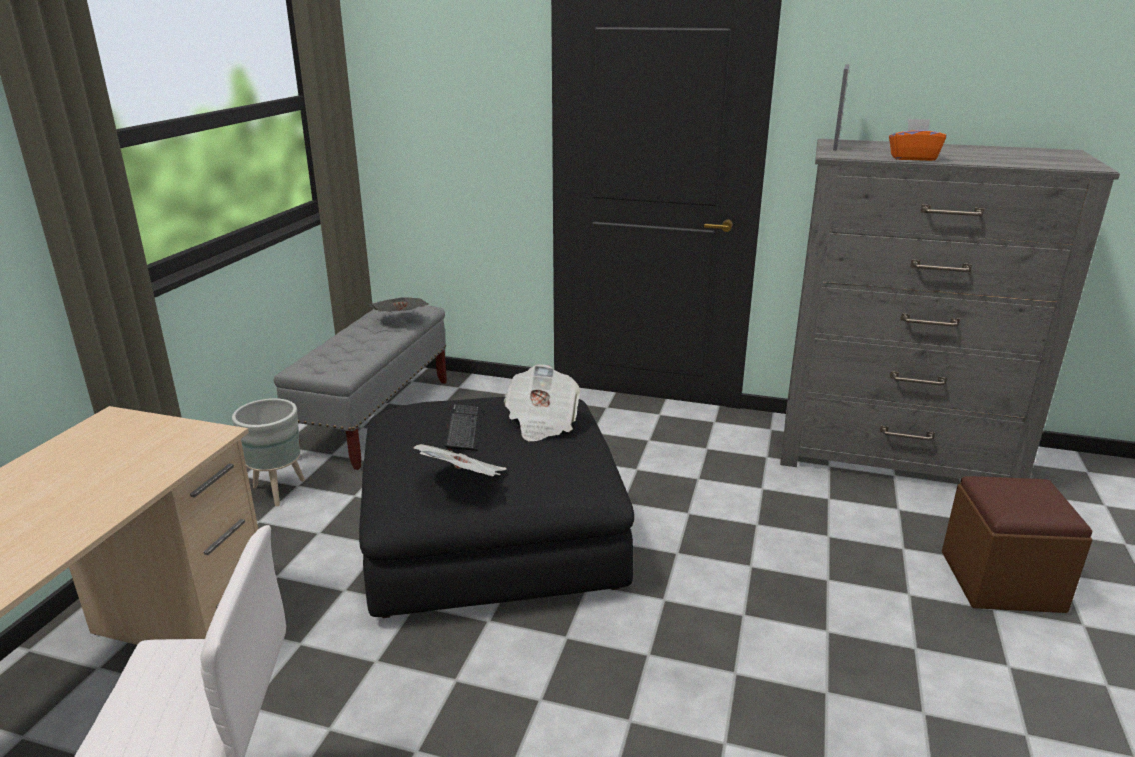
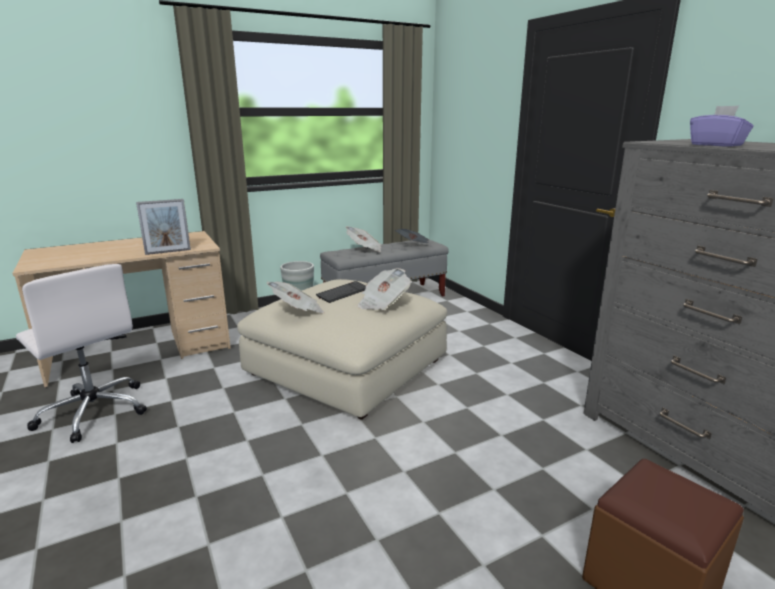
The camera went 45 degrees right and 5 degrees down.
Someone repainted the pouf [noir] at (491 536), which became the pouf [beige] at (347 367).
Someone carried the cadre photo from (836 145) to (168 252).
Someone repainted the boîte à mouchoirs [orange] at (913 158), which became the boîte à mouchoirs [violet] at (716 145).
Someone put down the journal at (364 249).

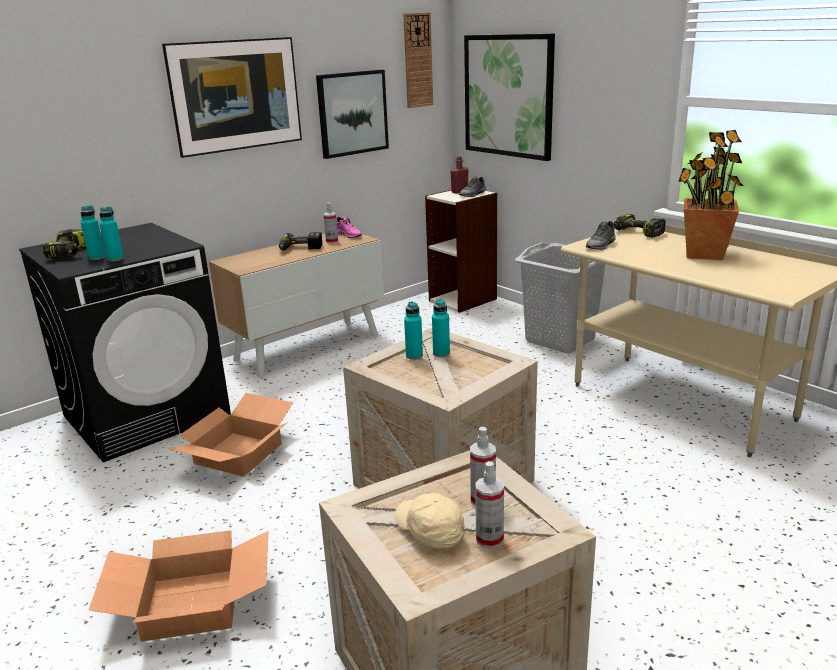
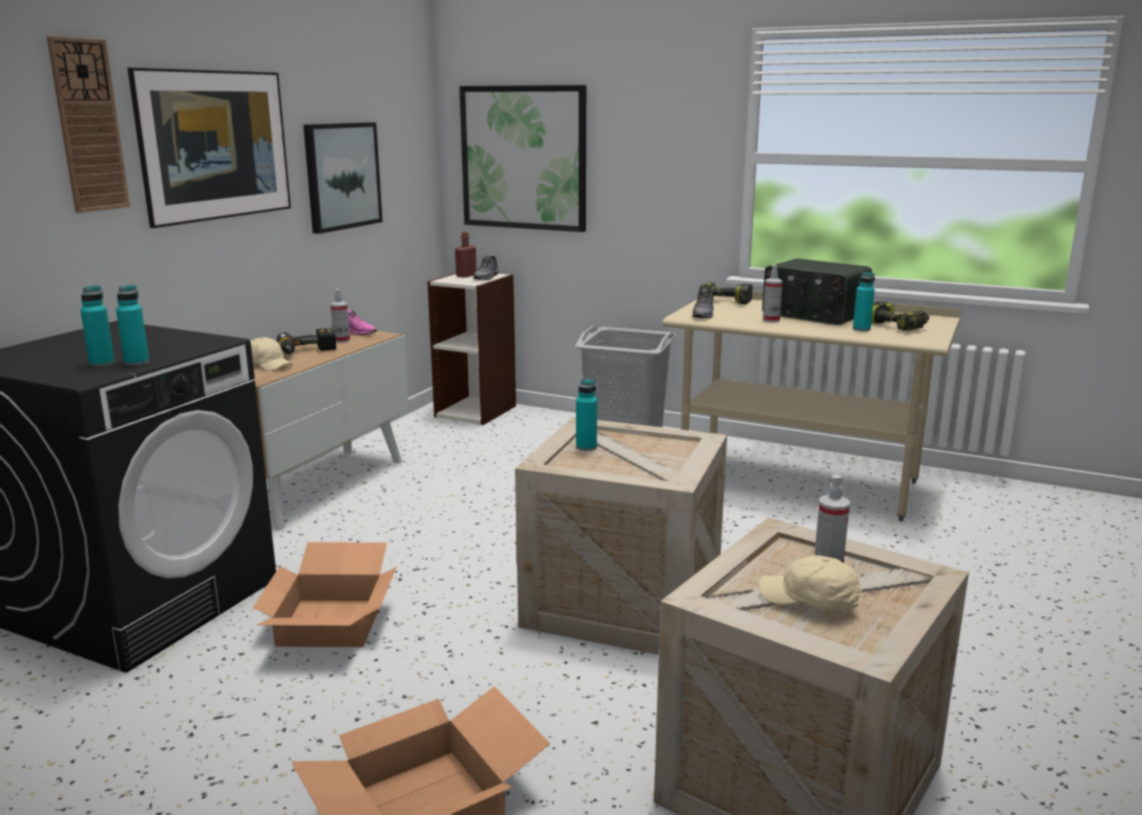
The camera went 25 degrees left and 5 degrees down.
Someone carried the perceuse from (70 253) to (896 326).
Someone carried the horloge murale from (417 60) to (88 126).
Someone carried the bouteille [turquoise] from (441 353) to (861 329).
Someone carried the vaporisateur from (489 539) to (771 320).
Someone swapped the plante en pot at (703 254) for the radio at (813 315).
Someone put down the casquette [beige] at (269 365).

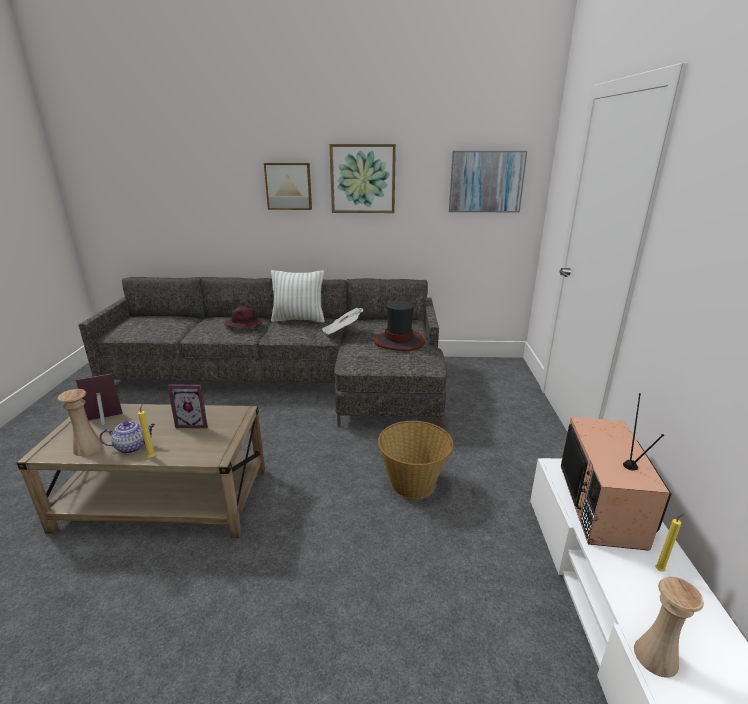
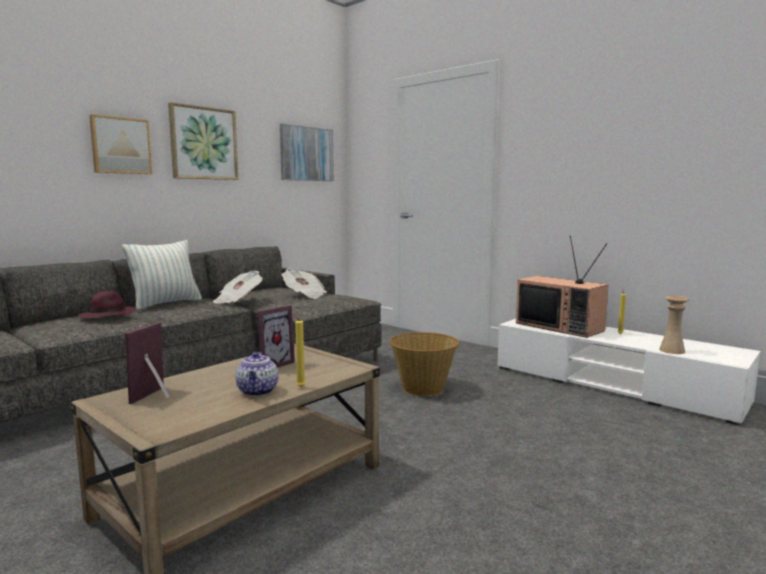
The camera went 50 degrees left and 15 degrees down.
Someone took away the vase [beige] at (88 447).
Someone rotated the théière at (132 447) by 150 degrees clockwise.
Someone swapped the chapeau at (399 341) for the journal at (304 295).

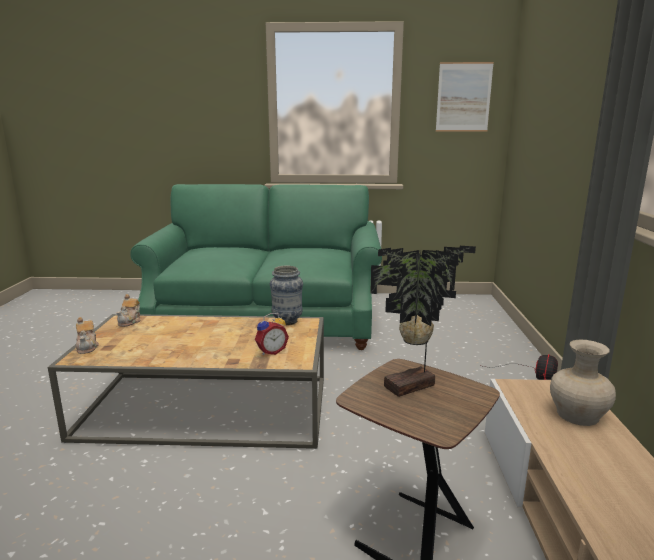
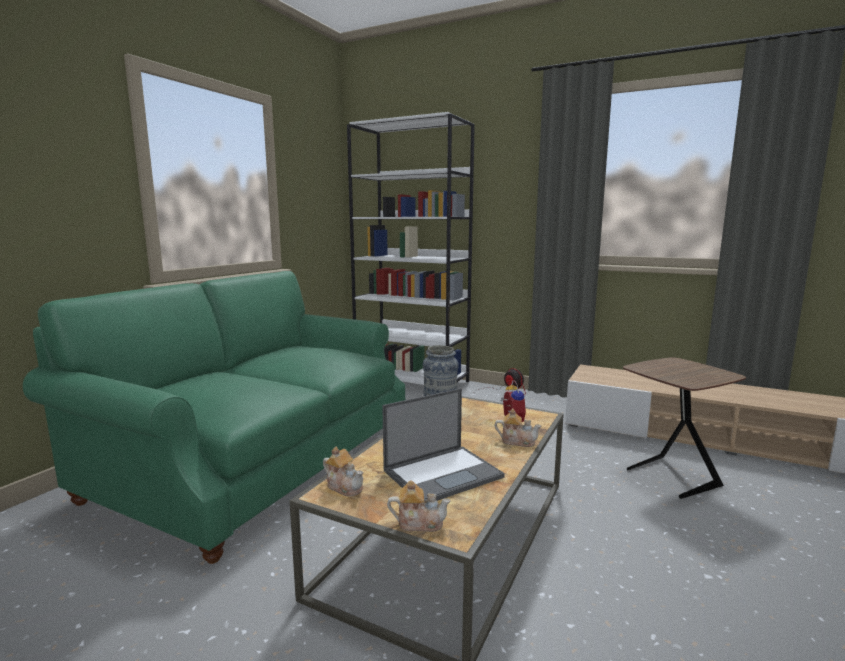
The camera went 65 degrees left and 5 degrees down.
Someone took away the plante en pot at (412 387).
Someone took away the tableau at (463 97).
Someone took away the vase [beige] at (577 414).
Someone put down the bibliothèque [blanc] at (412 381).
Someone put down the ordinateur portable at (443 473).
Someone put down the théière at (517 441).

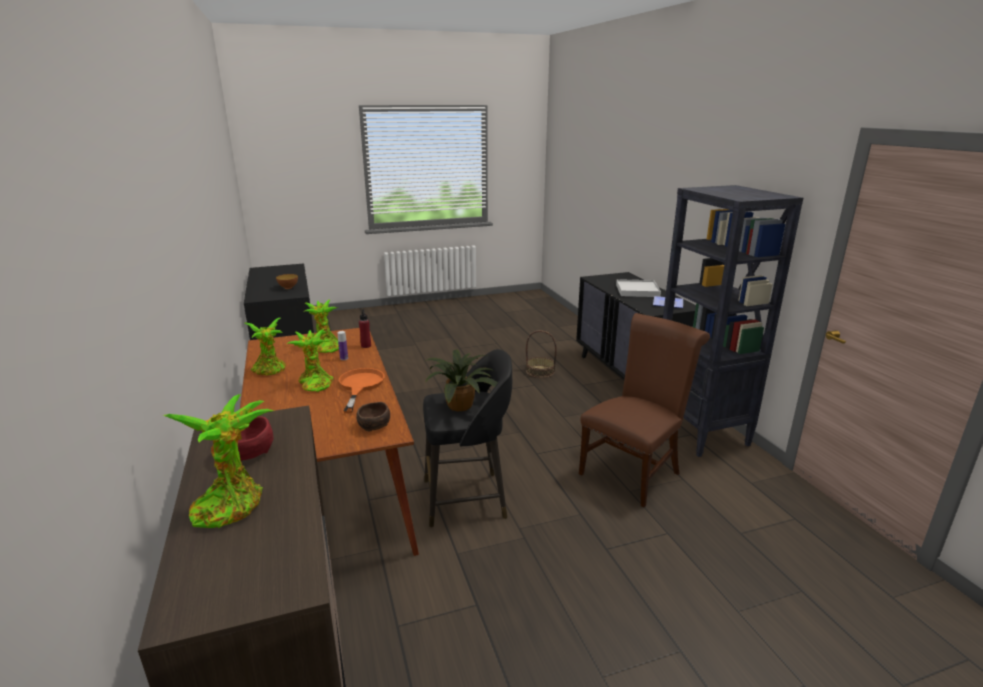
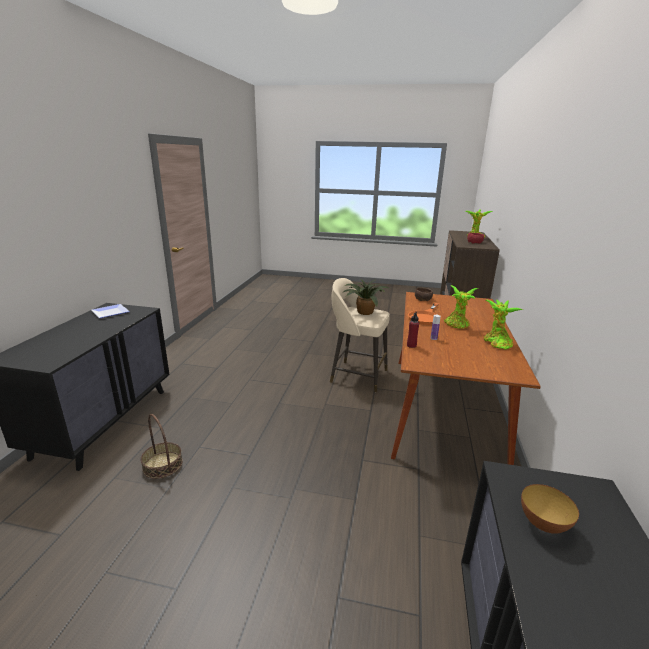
The camera went 150 degrees left and 0 degrees up.
Someone took away the plante en pot at (325 347).
Someone repainted the tabouret [noir] at (467 498), which became the tabouret [beige] at (357 375).
Someone took away the chaise [marron] at (633 471).
Someone took away the plateau [blanc] at (637 290).
Someone took away the bibliothèque [noir] at (699 431).

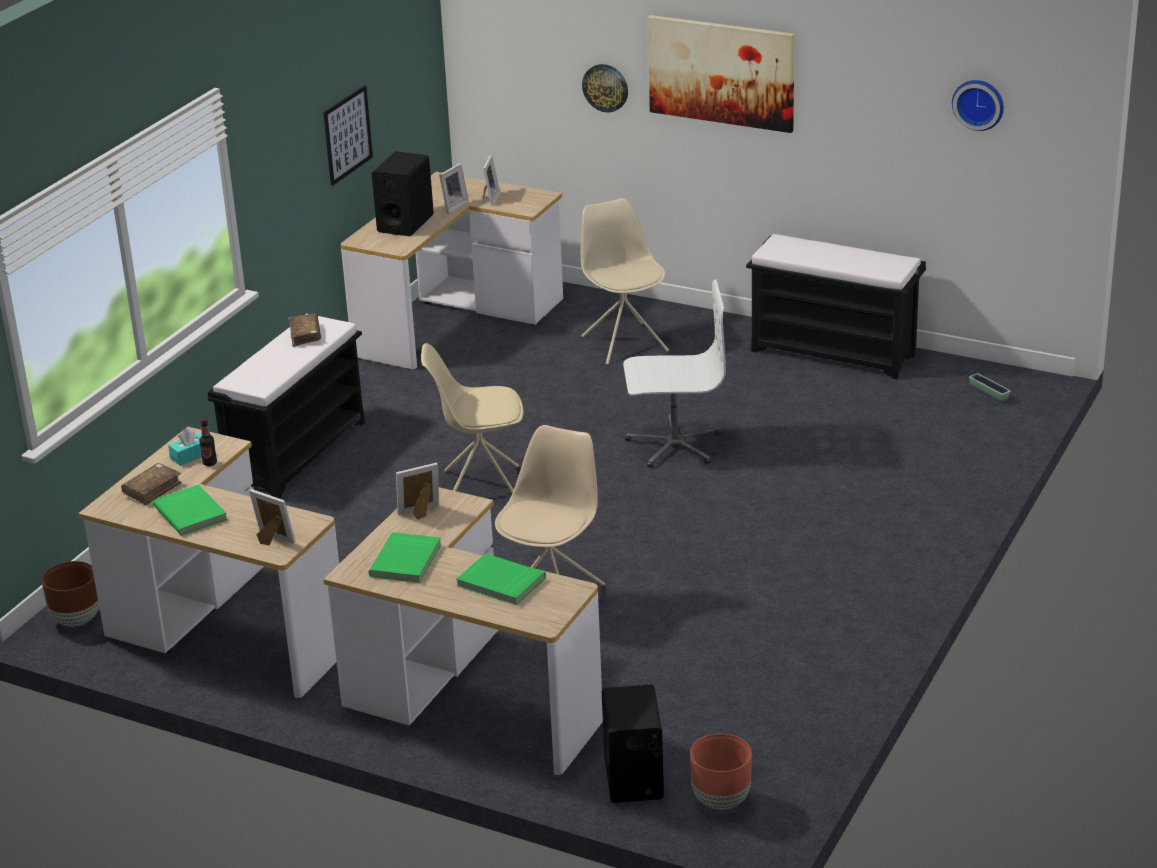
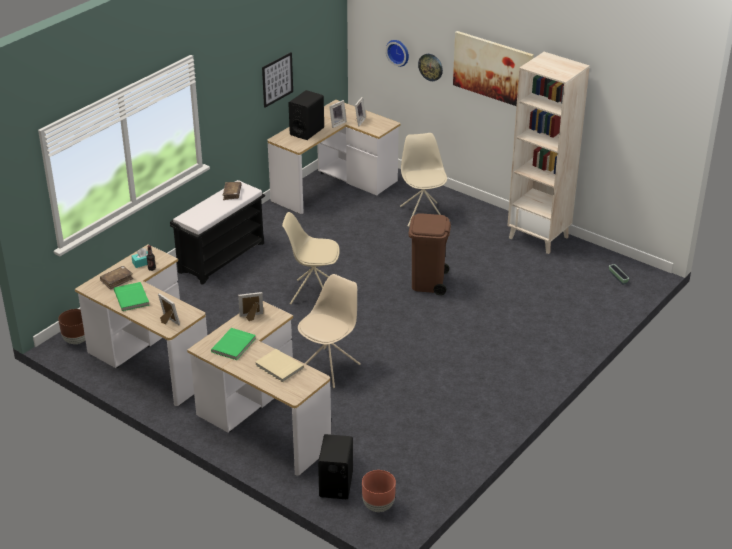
The camera went 10 degrees right and 5 degrees up.
Someone repainted the livre [vert] at (500 583), which became the livre [beige] at (278 367).
Someone swapped the chaise de bureau [blanc] at (674 445) for the poubelle [marron] at (428 283).
Someone swapped the banc [noir] at (835 352) for the bibliothèque [beige] at (539 237).
Someone carried the horloge murale from (979 103) to (398 52).

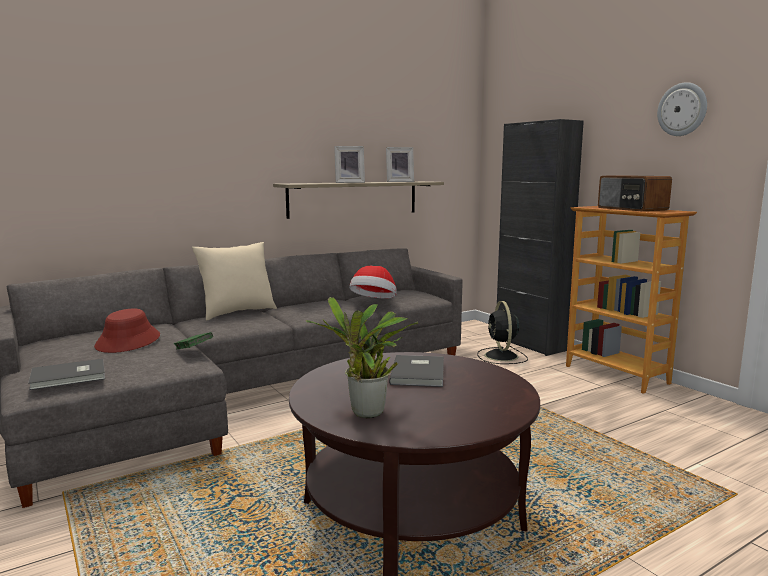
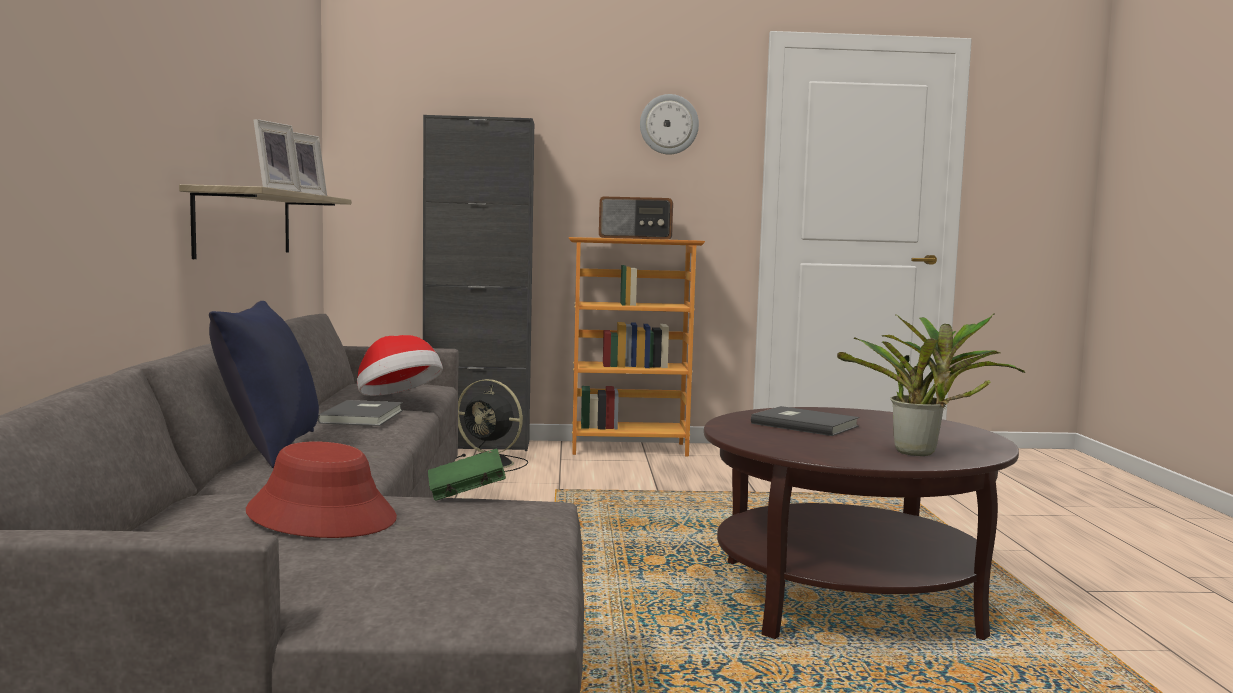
The camera went 60 degrees left and 5 degrees down.
Someone carried the livre [gris] from (69 377) to (365 416).
Someone repainted the coussin [beige] at (237 312), which became the coussin [bleu] at (268 450).

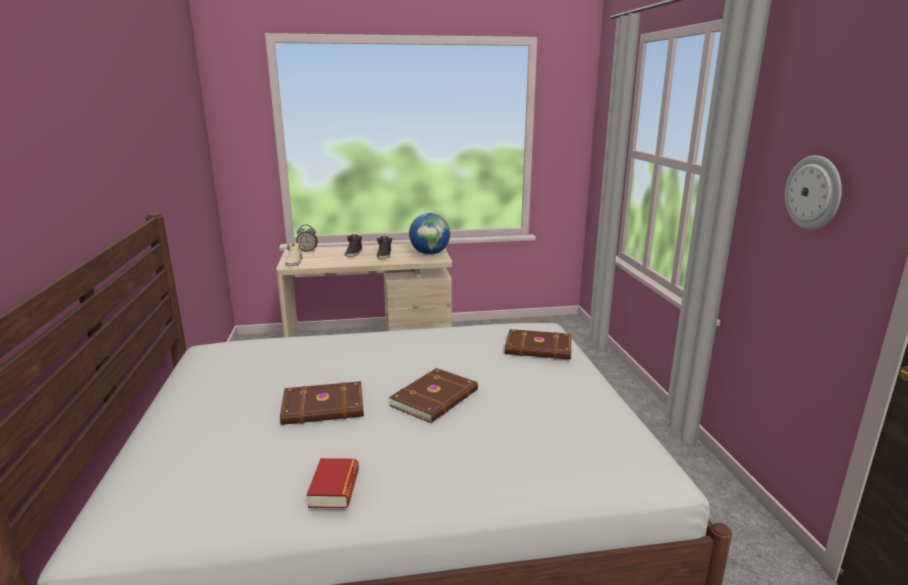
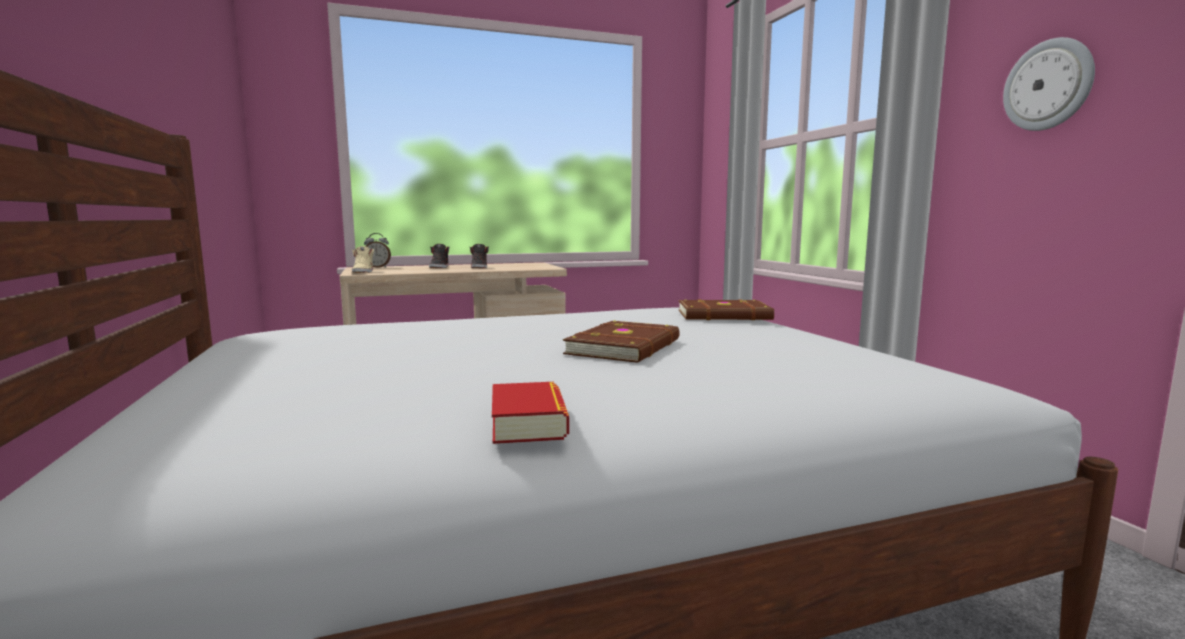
The camera went 10 degrees left and 10 degrees down.
Someone took away the livre [marron] at (324 408).
Someone took away the globe at (430 253).

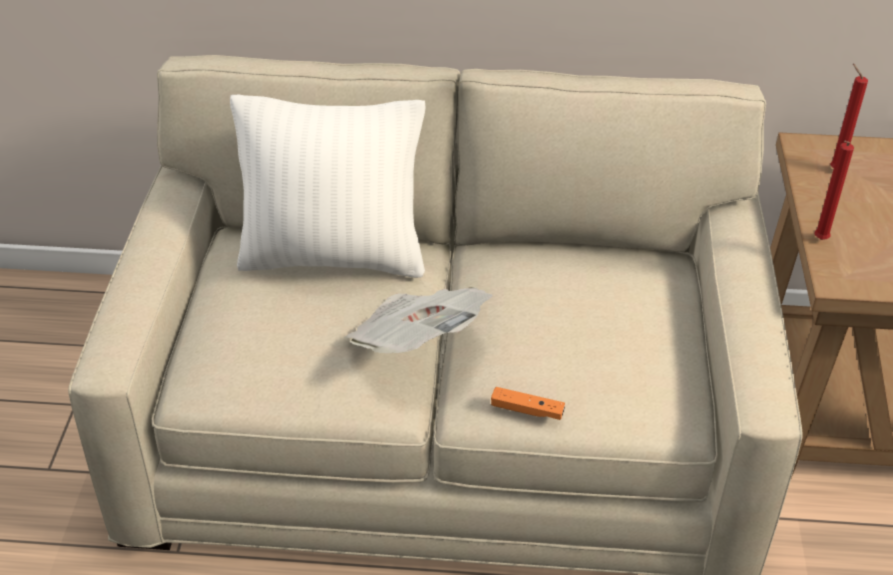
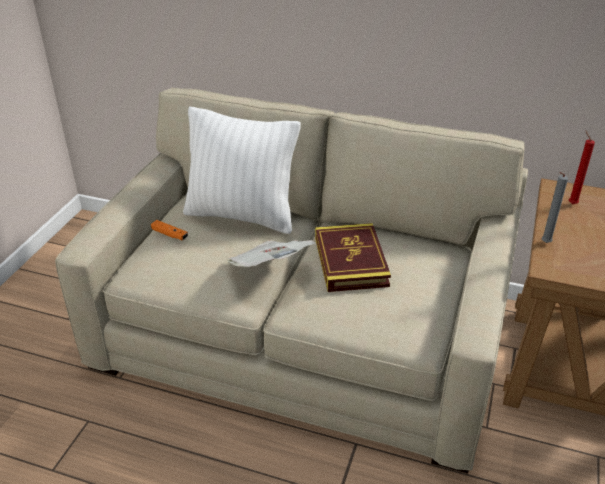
The camera went 15 degrees right and 5 degrees down.
Someone carried the manette [orange] from (527 410) to (169 234).
Someone repainted the bougie [rouge] at (819 240), which became the bougie [gris] at (544 243).
Someone put down the livre at (350 261).

